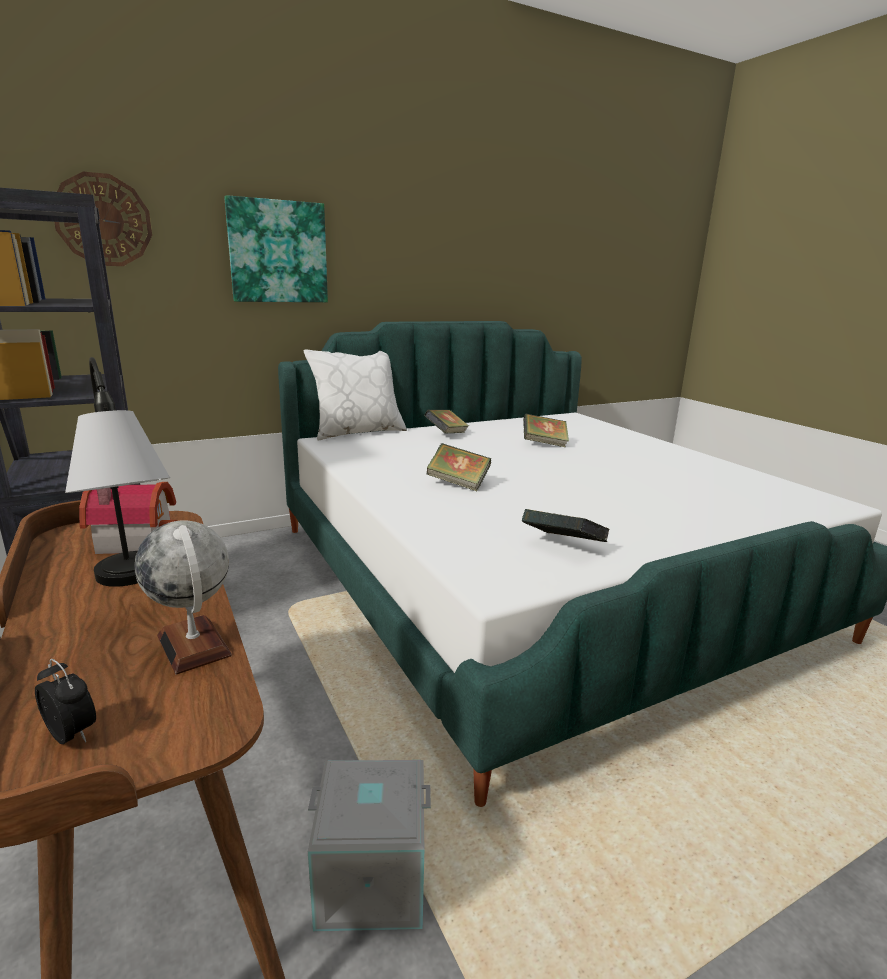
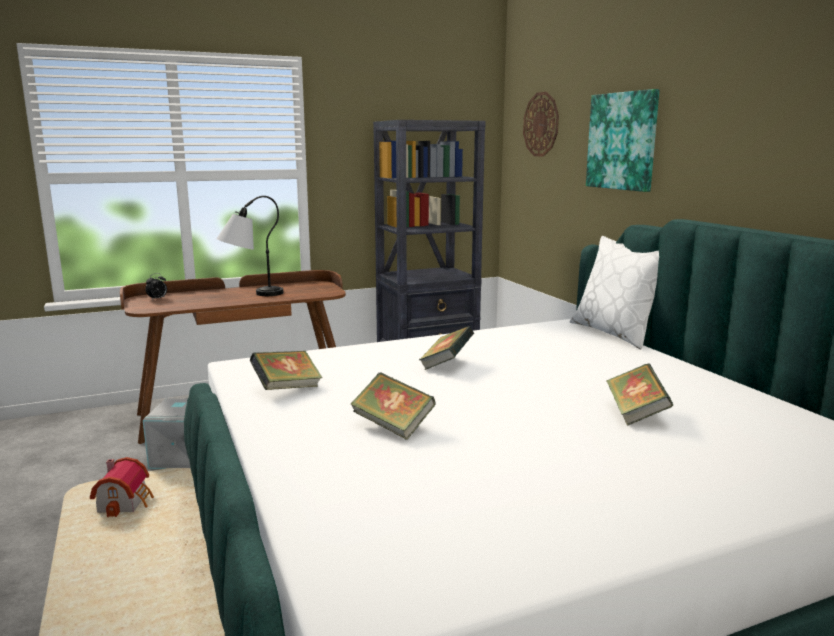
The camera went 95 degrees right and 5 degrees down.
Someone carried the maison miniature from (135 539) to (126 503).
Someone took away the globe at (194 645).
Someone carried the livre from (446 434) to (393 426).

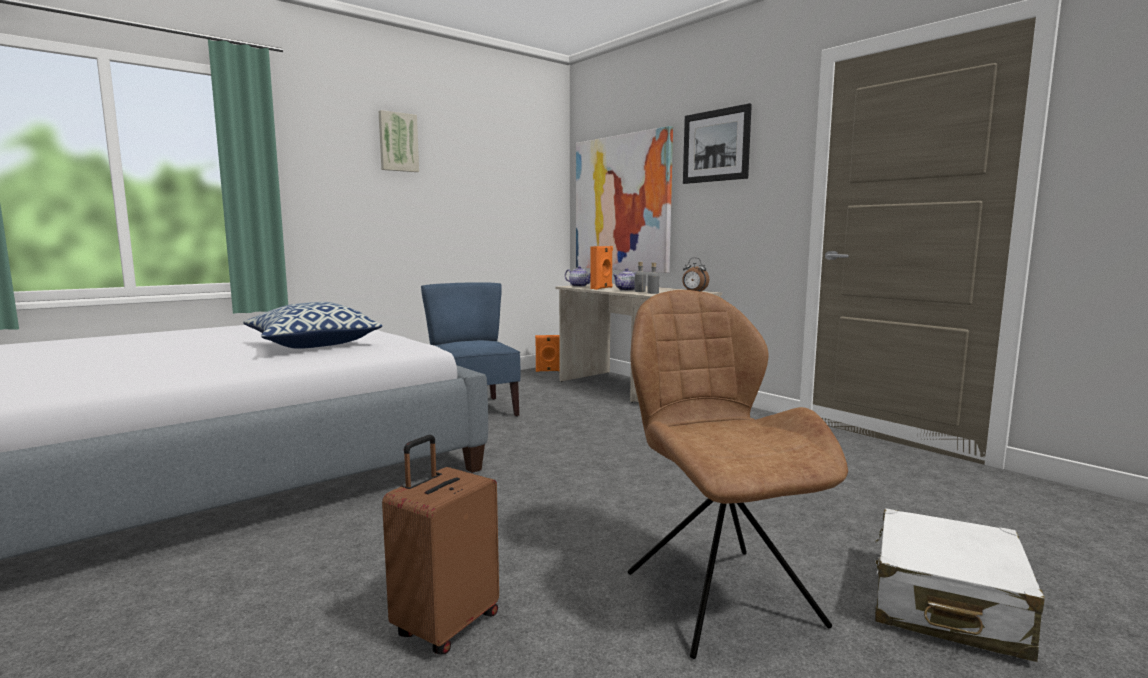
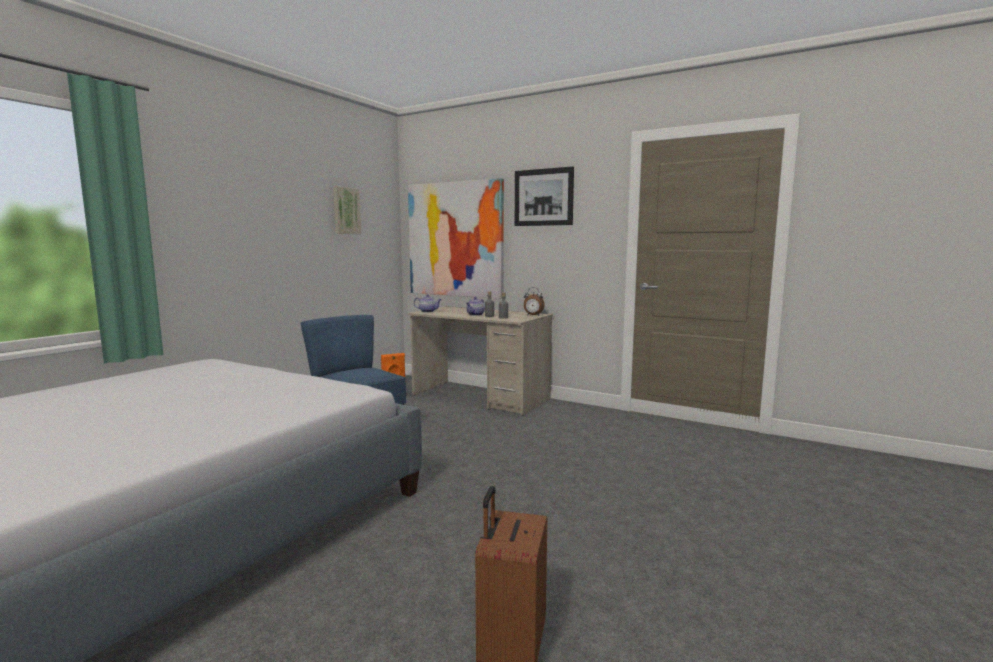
The camera went 20 degrees left and 0 degrees up.
Someone took away the coussin at (312 344).
Someone carried the tableau from (398 142) to (346 211).
Someone took away the enceinte [orange] at (602 288).
Someone took away the chaise [marron] at (718 594).
Someone took away the valise [blanc] at (946 604).

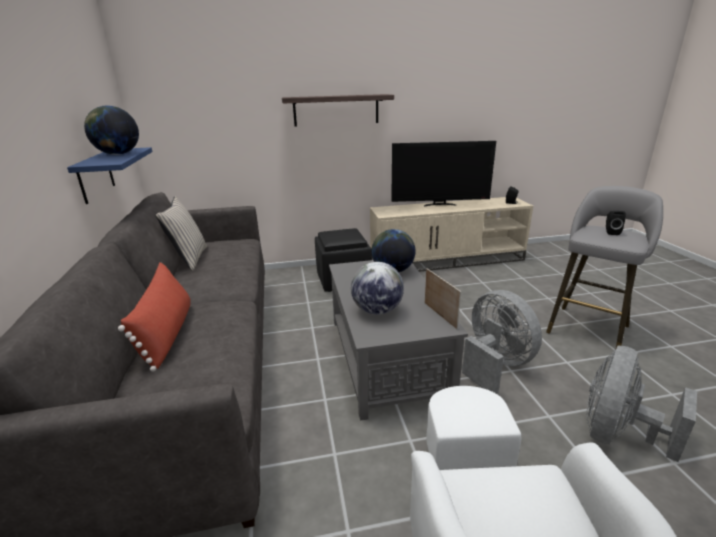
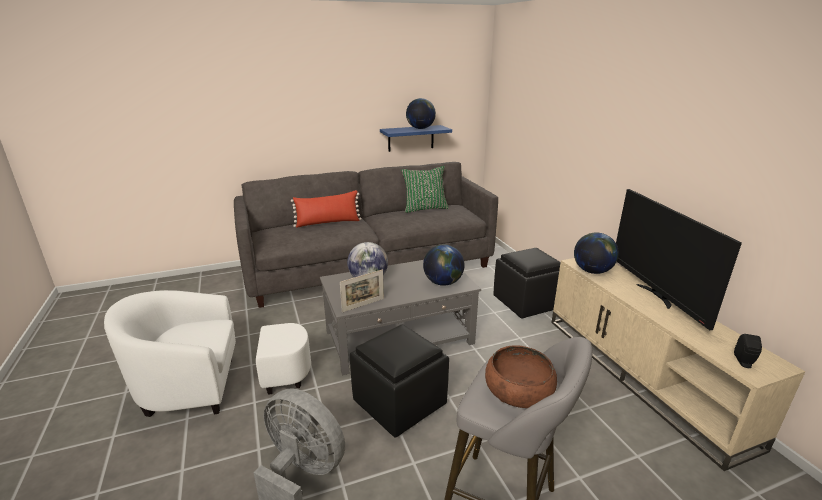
The camera went 80 degrees right and 0 degrees up.
Someone repainted the coussin [beige] at (189 259), which became the coussin [vert] at (424 208).
Someone took away the étagère at (336 110).
Someone swapped the ventilateur [gris] at (495 364) for the pouf [noir] at (399 402).
Someone swapped the enceinte [noir] at (611 232) for the bol [marron] at (518 391).
Someone put down the globe at (592 271).

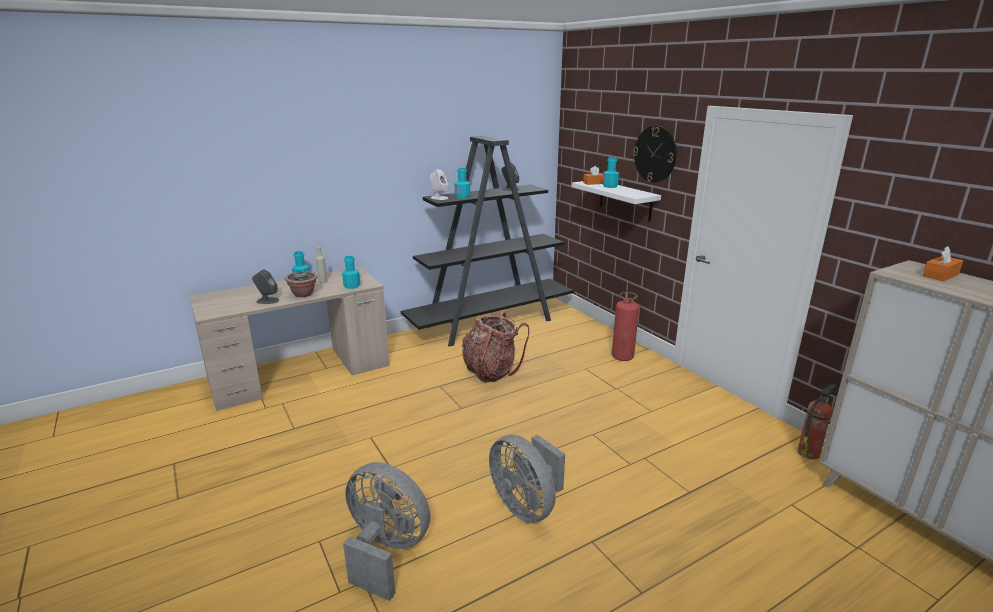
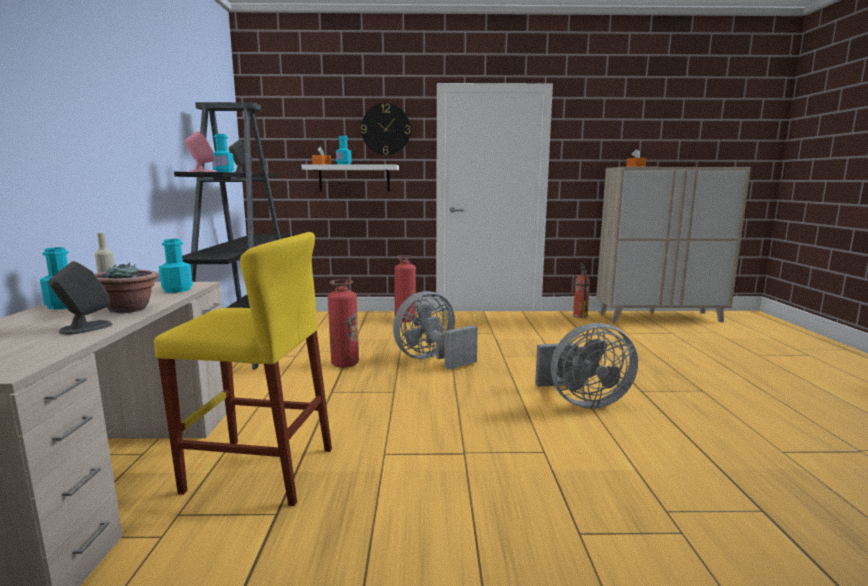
The camera went 60 degrees left and 10 degrees down.
Someone carried the ventilateur [gris] from (386 551) to (432 360).
Someone repainted the enceinte [blanc] at (439 198), which became the enceinte [rose] at (202 171).
Someone swapped the sac à dos at (491 371) for the extincteur at (345 363).
Someone put down the tabouret [jaune] at (260 470).

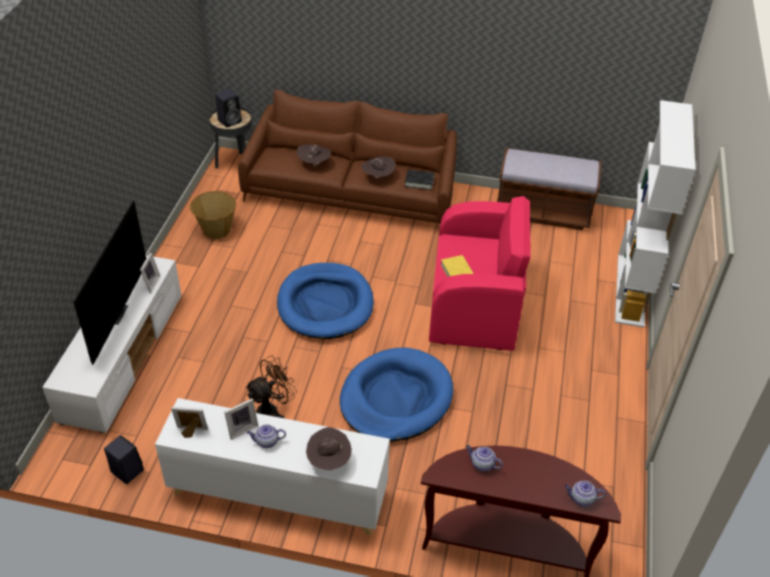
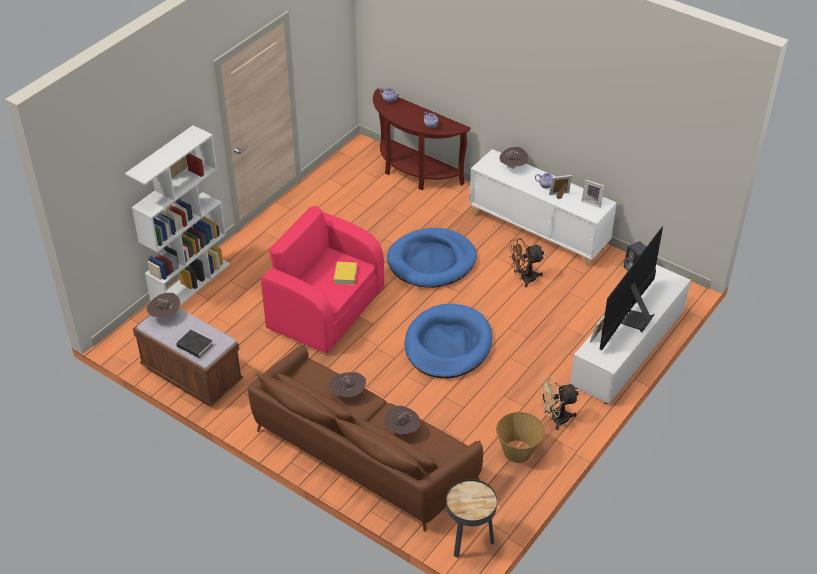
The camera went 155 degrees left and 0 degrees up.
Someone took away the enceinte [noir] at (230 121).
Someone carried the livre [noir] from (419 182) to (194 346).
Someone put down the chapeau [marron] at (165 315).
Someone put down the ventilateur [beige] at (555 418).

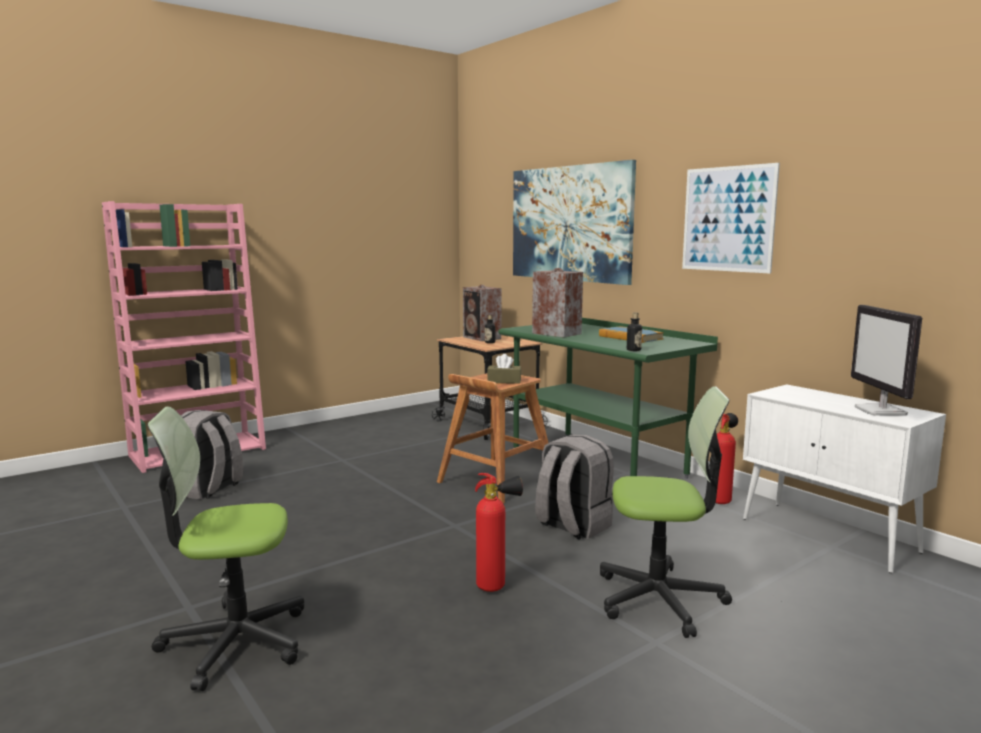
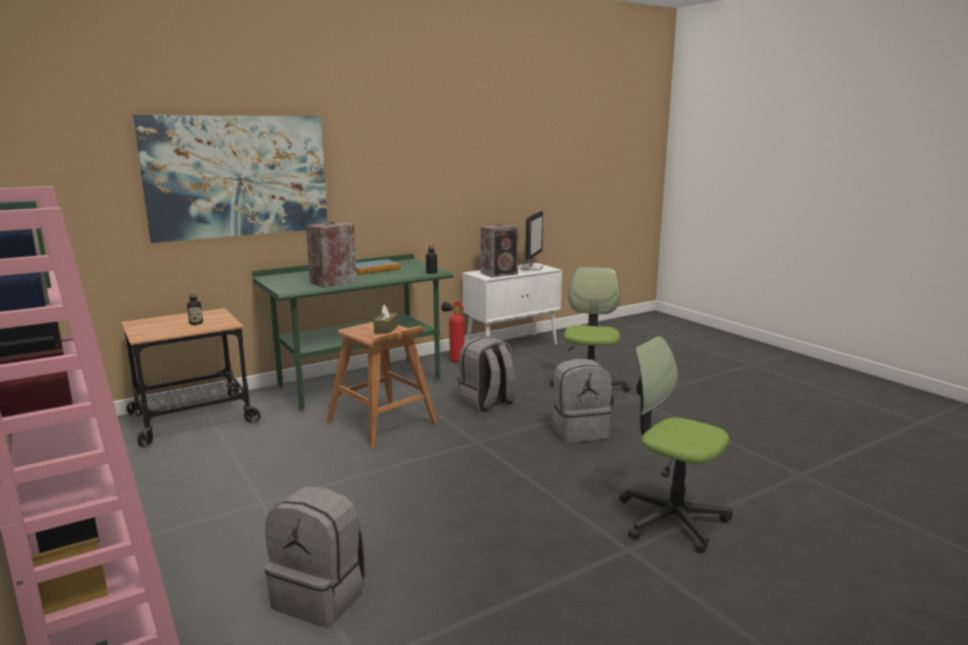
The camera went 85 degrees left and 5 degrees up.
Someone rotated the chaise de bureau at (235 642) by 135 degrees clockwise.
Someone carried the enceinte from (482 338) to (500 273).
Someone swapped the extincteur at (497 587) for the sac à dos [gris] at (579 431).
Someone took away the tableau at (728 219).
Someone rotated the écran d'ordinateur at (881 411) by 75 degrees counterclockwise.

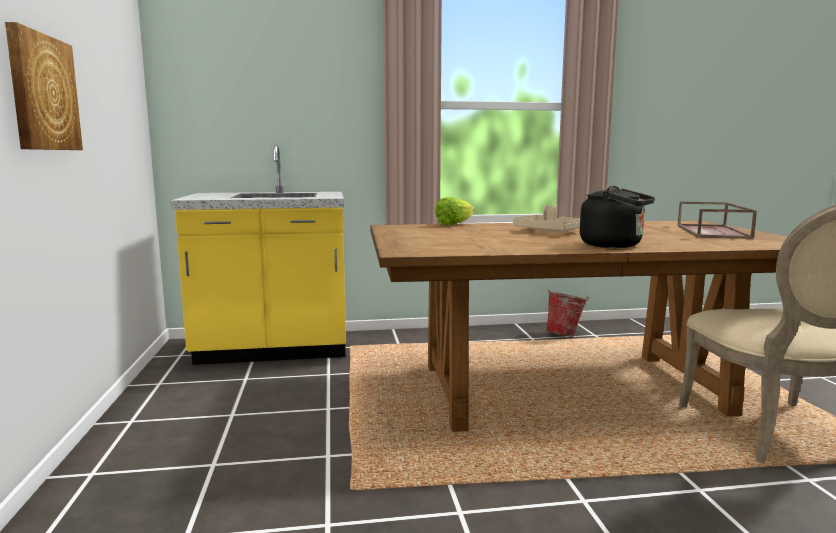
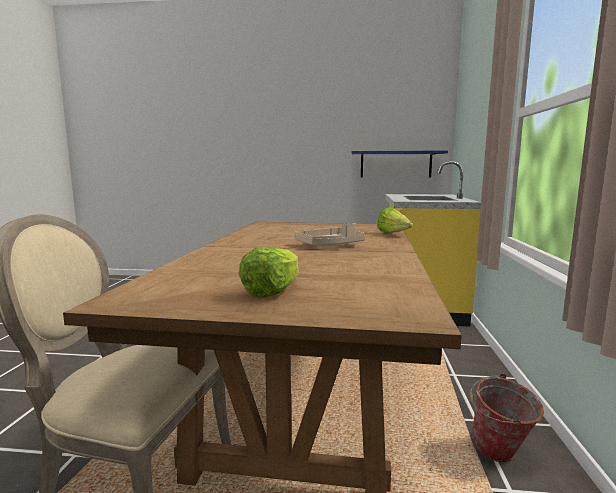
The camera went 105 degrees right and 0 degrees up.
Someone took away the tableau at (42 93).
Someone took away the bouilloire [noir] at (615 245).
Someone swapped the plateau [marron] at (713 232) for the laitue at (272 291).
Someone put up the étagère [bleu] at (395 164).

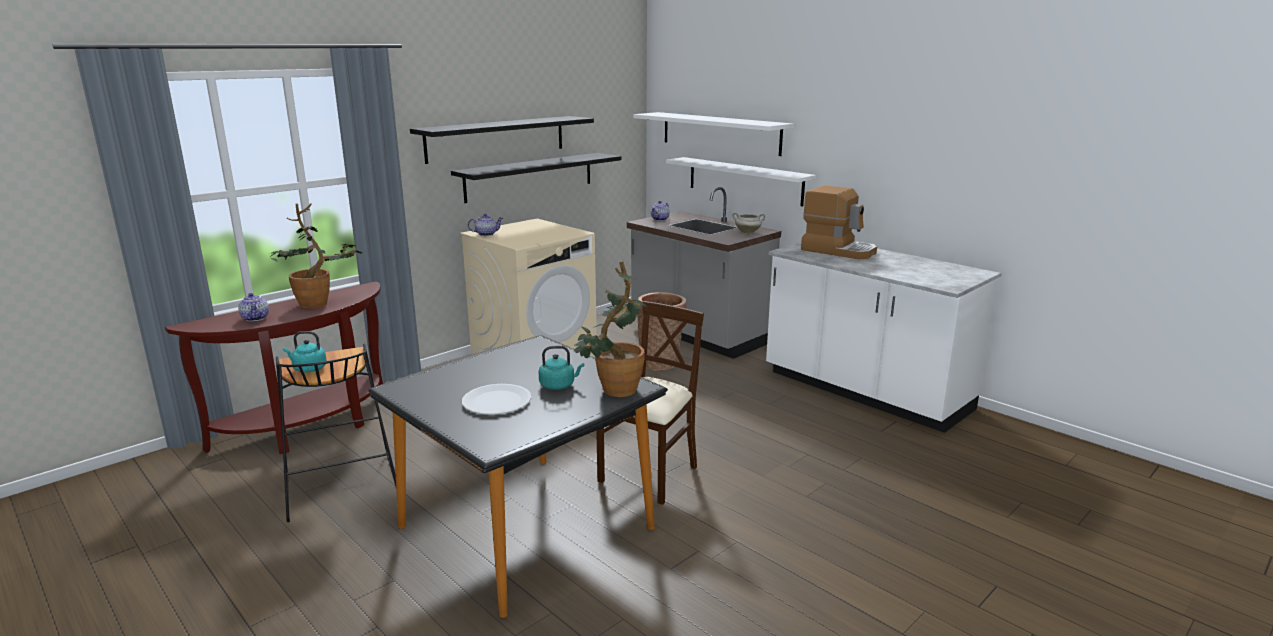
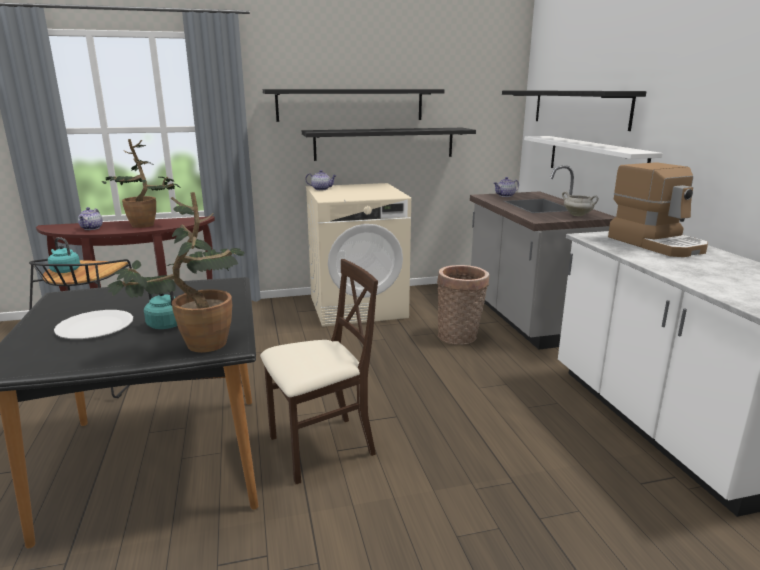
The camera went 30 degrees right and 0 degrees up.
Someone repainted the étagère [blanc] at (720 133), which became the étagère [noir] at (579 108).

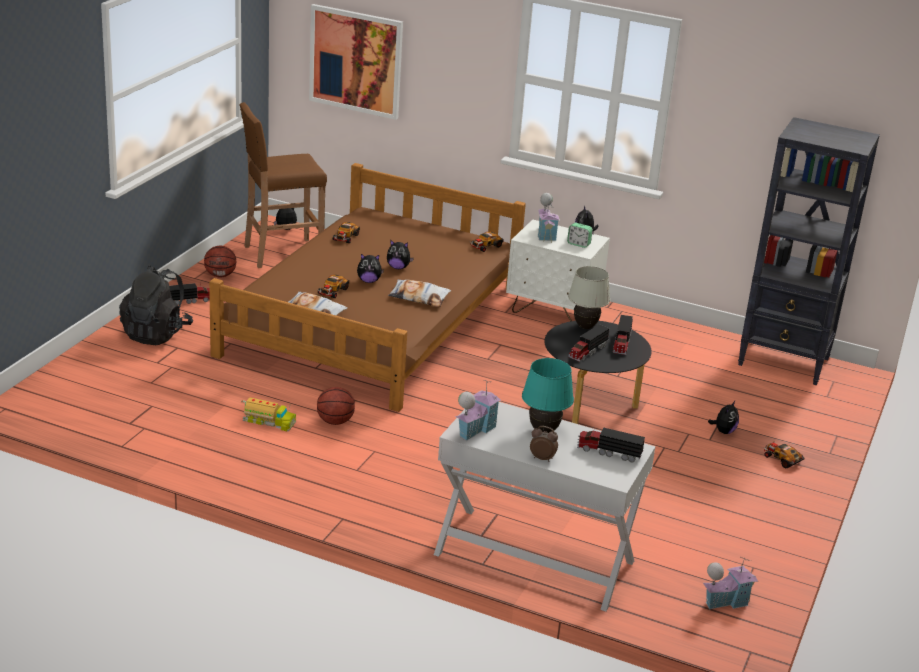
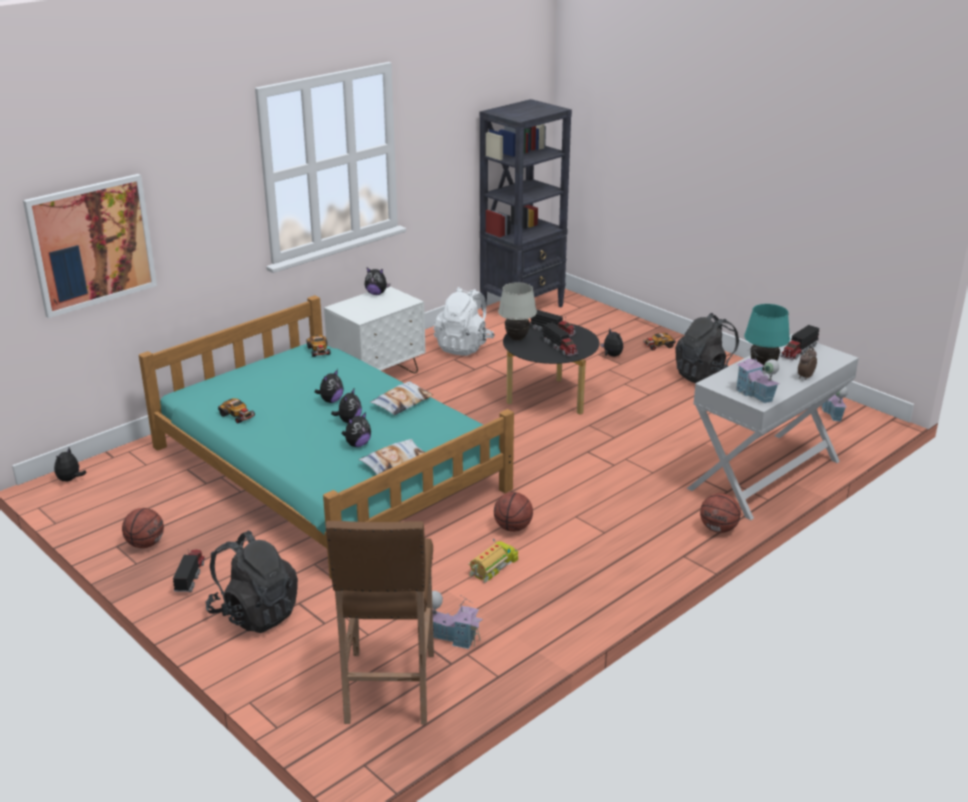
The camera went 65 degrees left and 0 degrees up.
Someone repainted the lit [marron] at (373 321), which became the lit [turquoise] at (329 468).
Someone carried the tabouret [marron] from (281 254) to (389 689).
Someone swapped the petite voiture at (332 291) for the peluche at (357 444).
Someone carried the maison miniature from (545 234) to (454 637).
Someone took away the réveil at (578 244).
Someone put down the sac à dos [blanc] at (464 347).
Someone put down the sac à dos [noir] at (705 376).
Someone put down the ballon de basket at (718 529).

